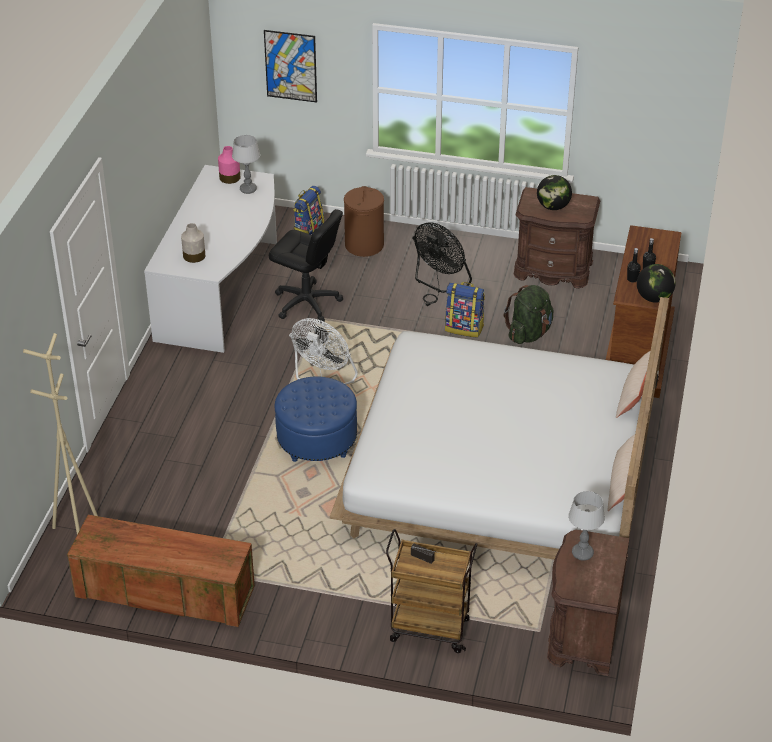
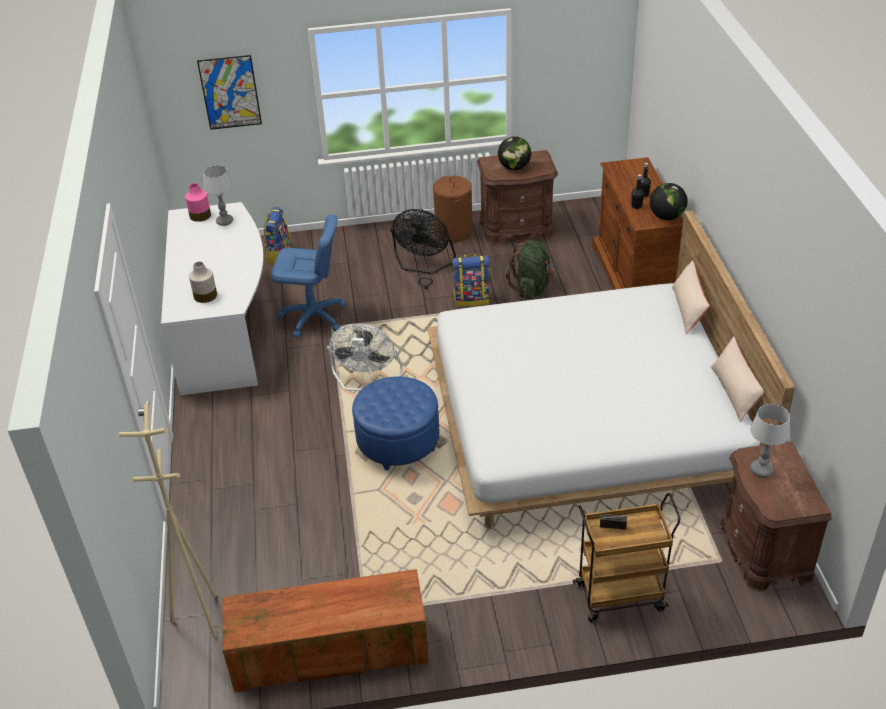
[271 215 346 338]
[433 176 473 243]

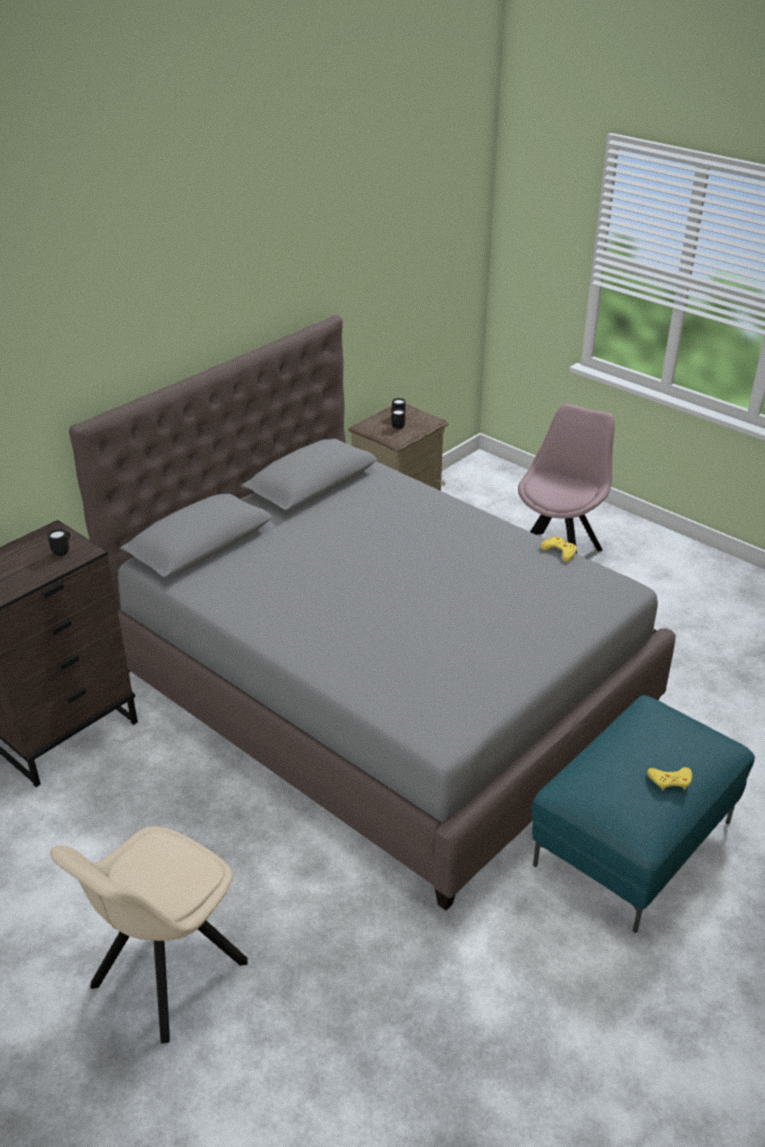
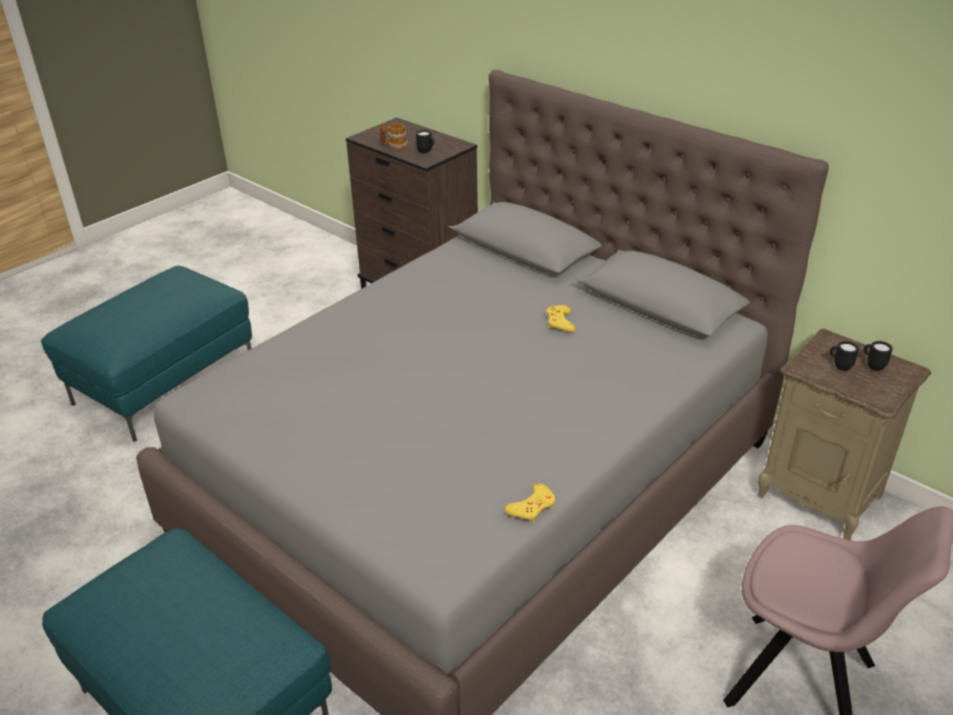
[41 265 252 442]
[379 123 408 150]
[547 305 575 332]

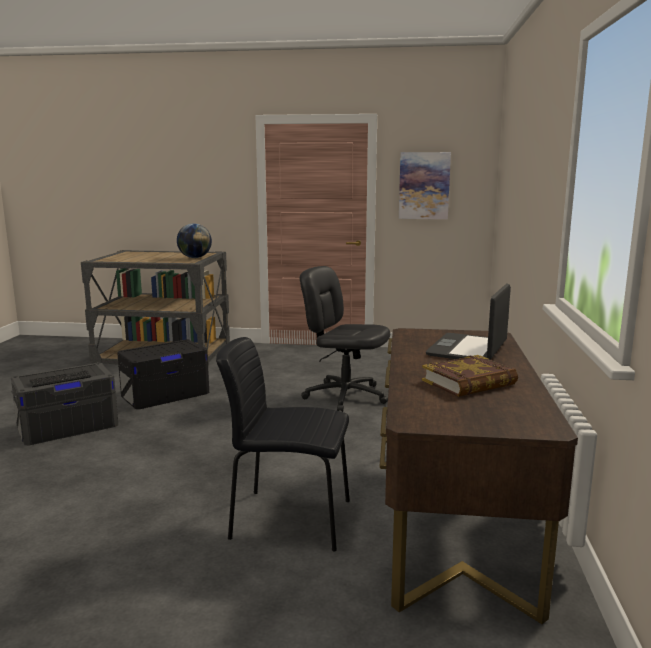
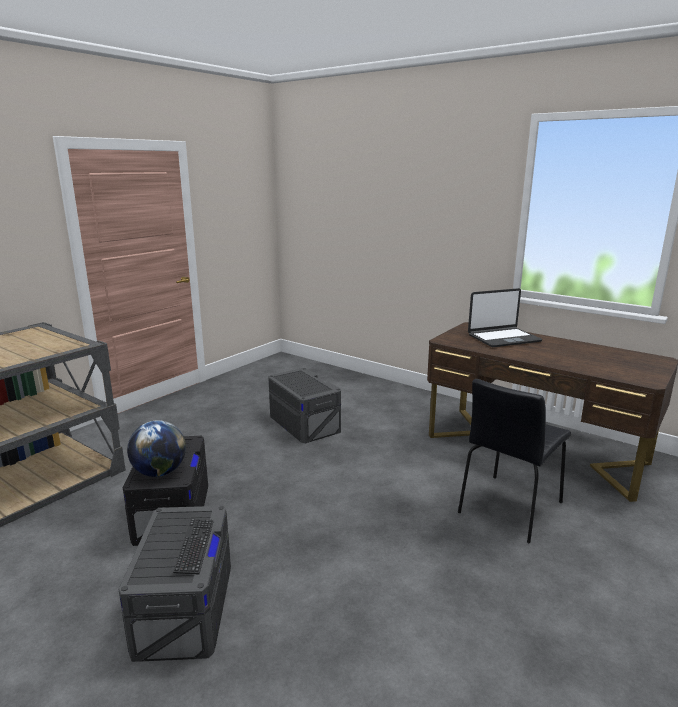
[127 420 186 477]
[268 368 341 443]
[468 288 543 347]
[399 152 451 219] (first image)
[422 355 518 397] (first image)

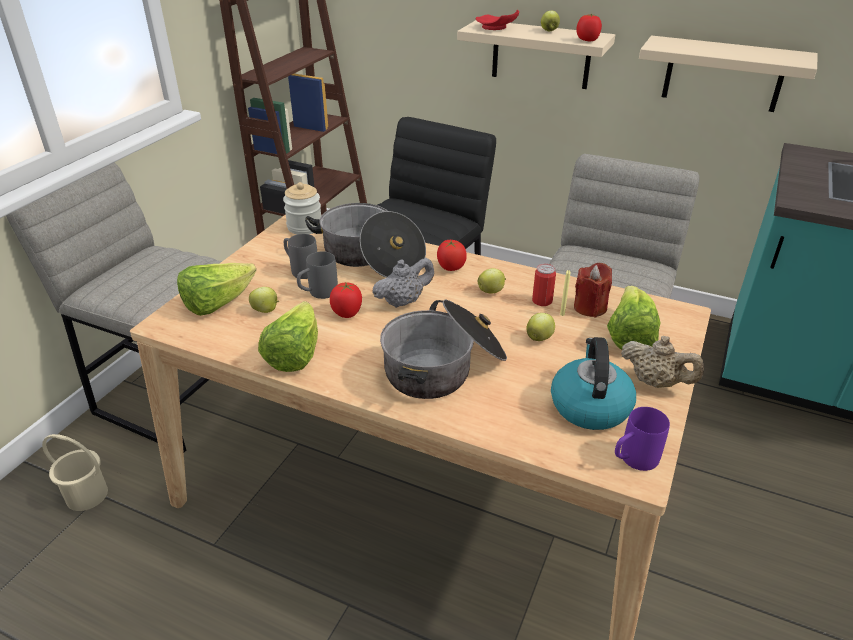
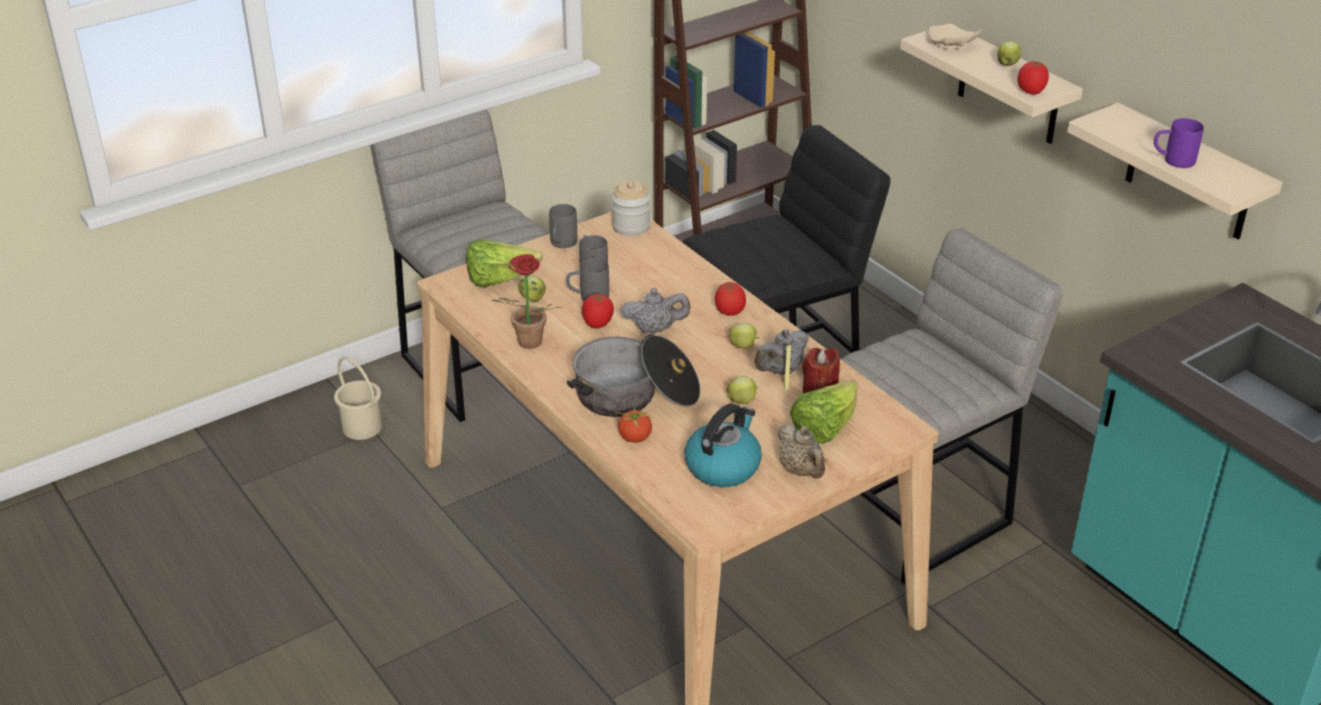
[491 254 561 349]
[549 204 577 248]
[617 406 652 443]
[754 329 809 375]
[928 24 982 49]
[1154 118 1204 168]
[305 203 426 278] (first image)

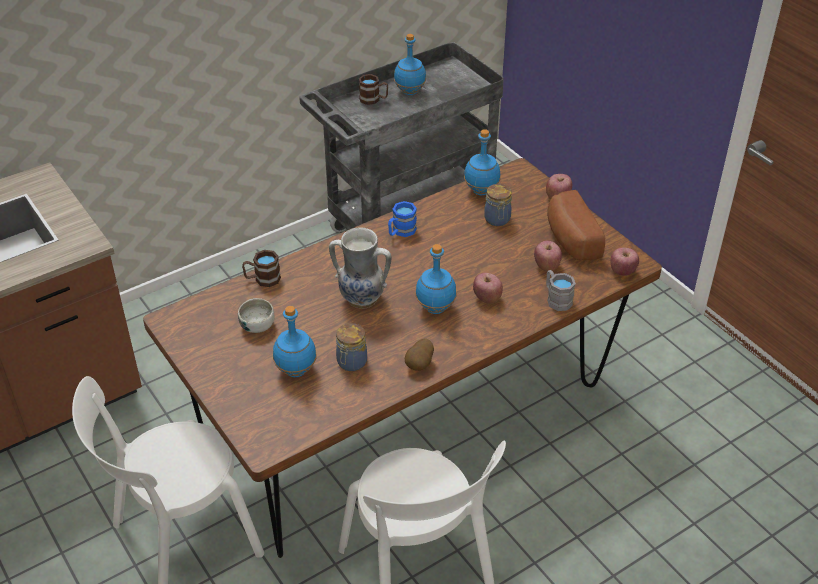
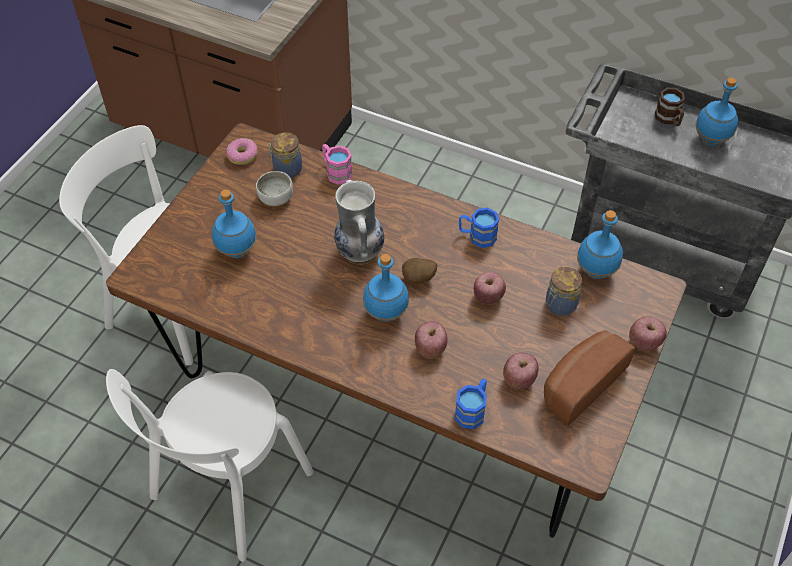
[226 138 258 165]
[267 132 302 178]
[322 144 353 185]
[402 258 437 284]
[455 379 487 429]
[474 272 506 304]

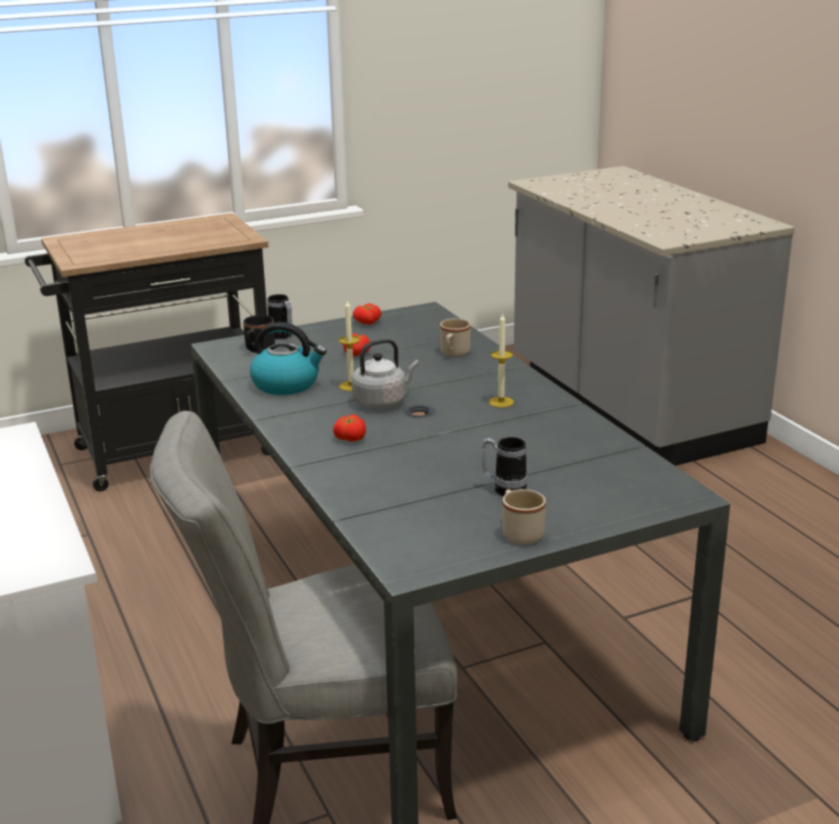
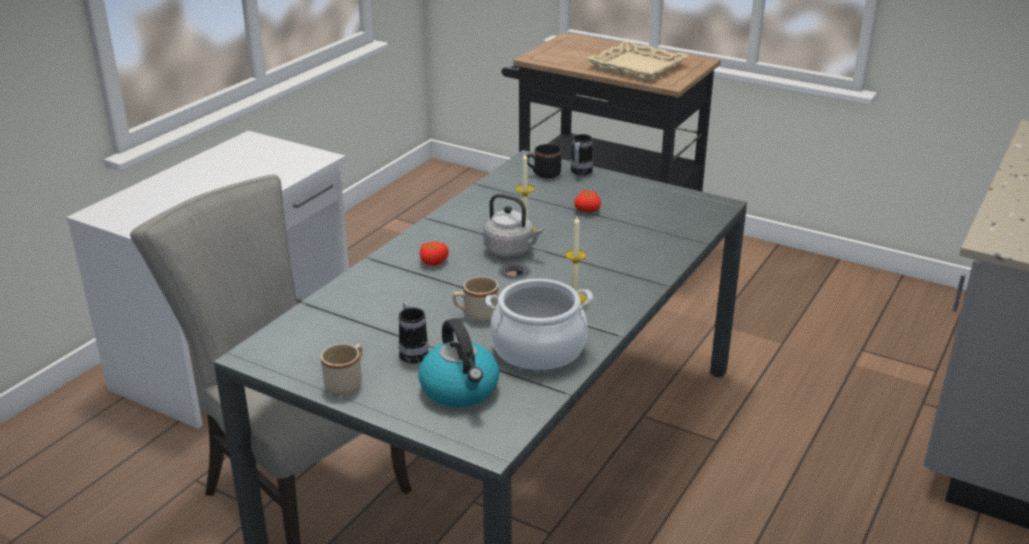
[418 318 499 407]
[453 276 498 321]
[485 279 593 372]
[587 41 688 80]
[353 303 381 325] (first image)

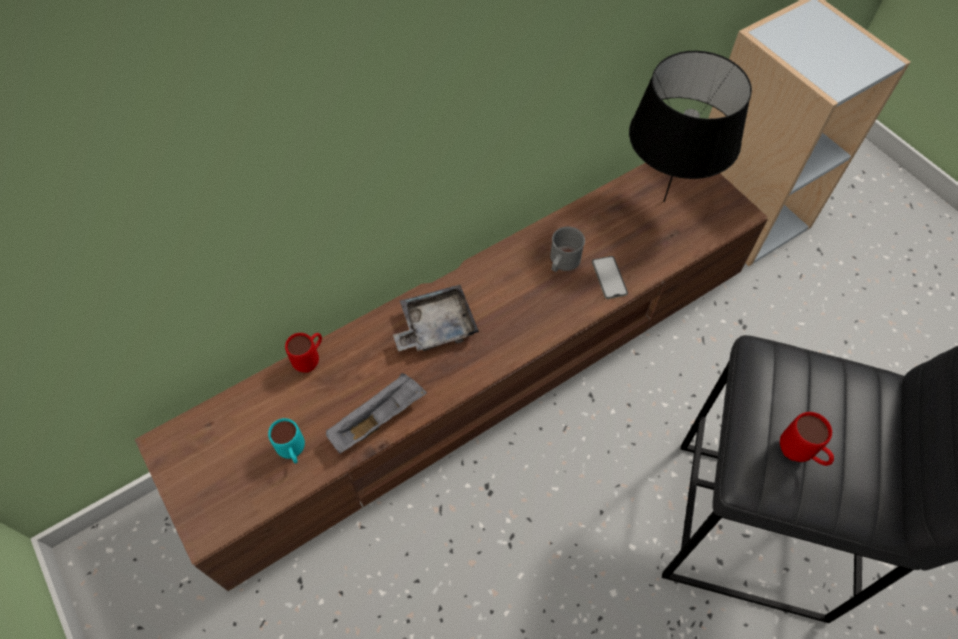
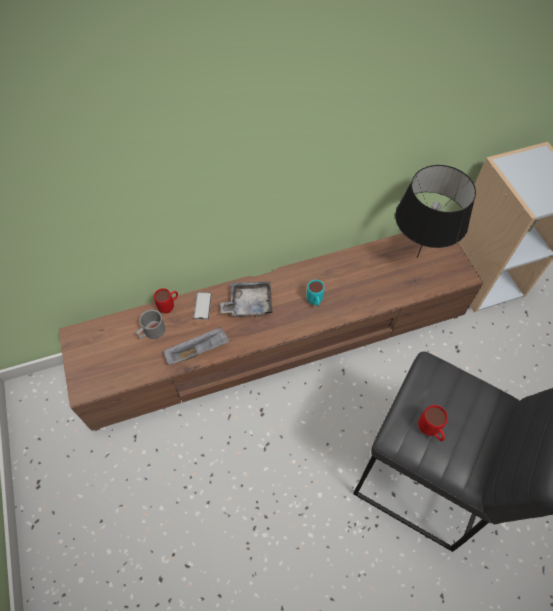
[136 310 165 339]
[193 292 212 320]
[307 280 324 306]

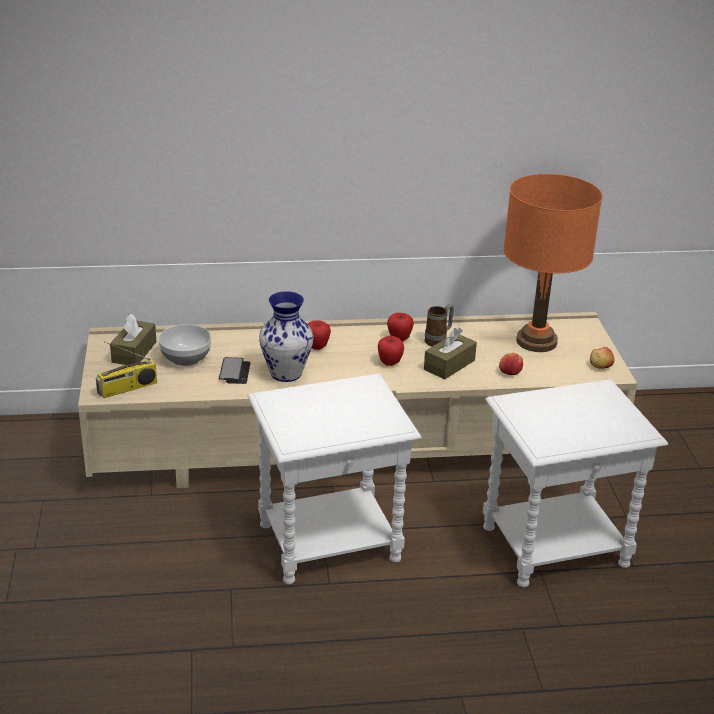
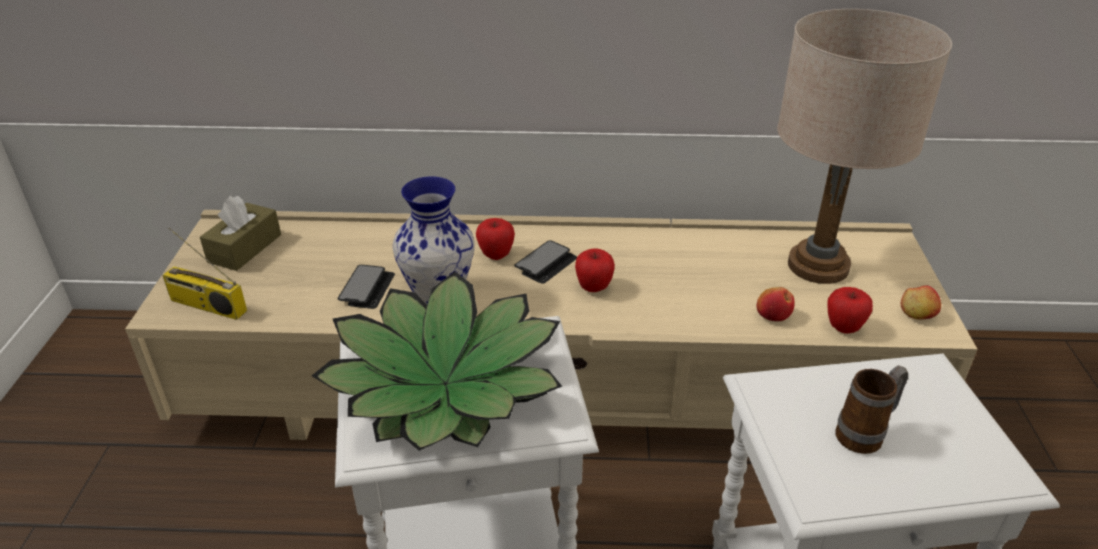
[162 228 247 320]
[312 271 563 451]
[514 241 577 284]
[777 9 952 284]
[827 287 873 333]
[835 365 908 454]
[158 324 211 366] (first image)
[424 328 477 379] (first image)

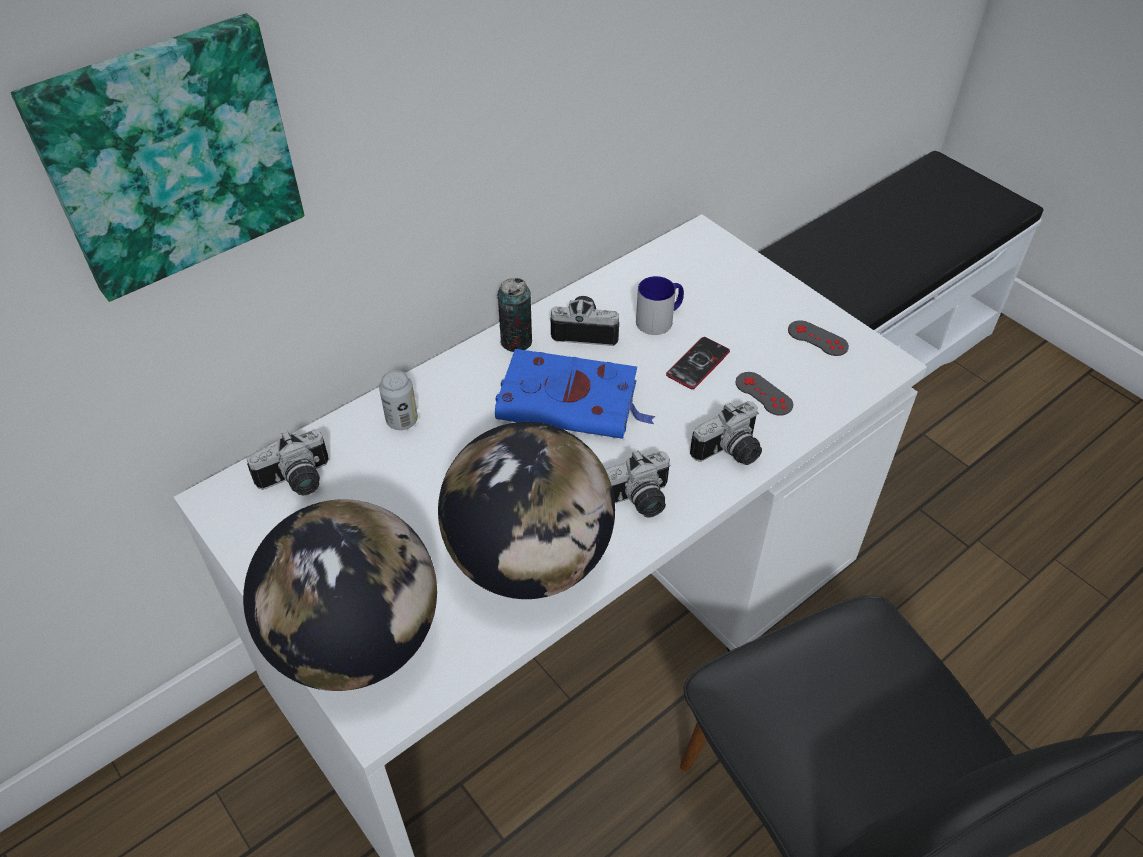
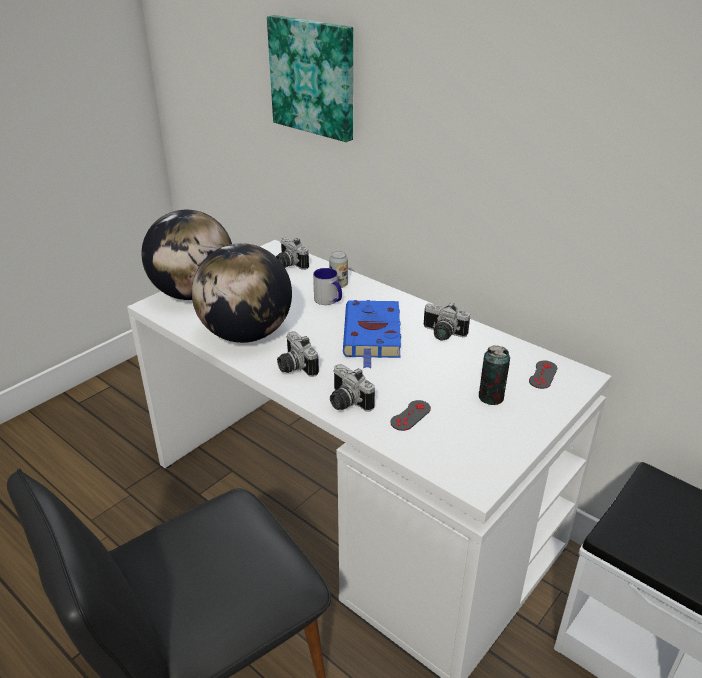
[313 268 342 305]
[424 302 470 341]
[479 346 510 405]
[529 361 557 389]
[666 337 730 389] (first image)

